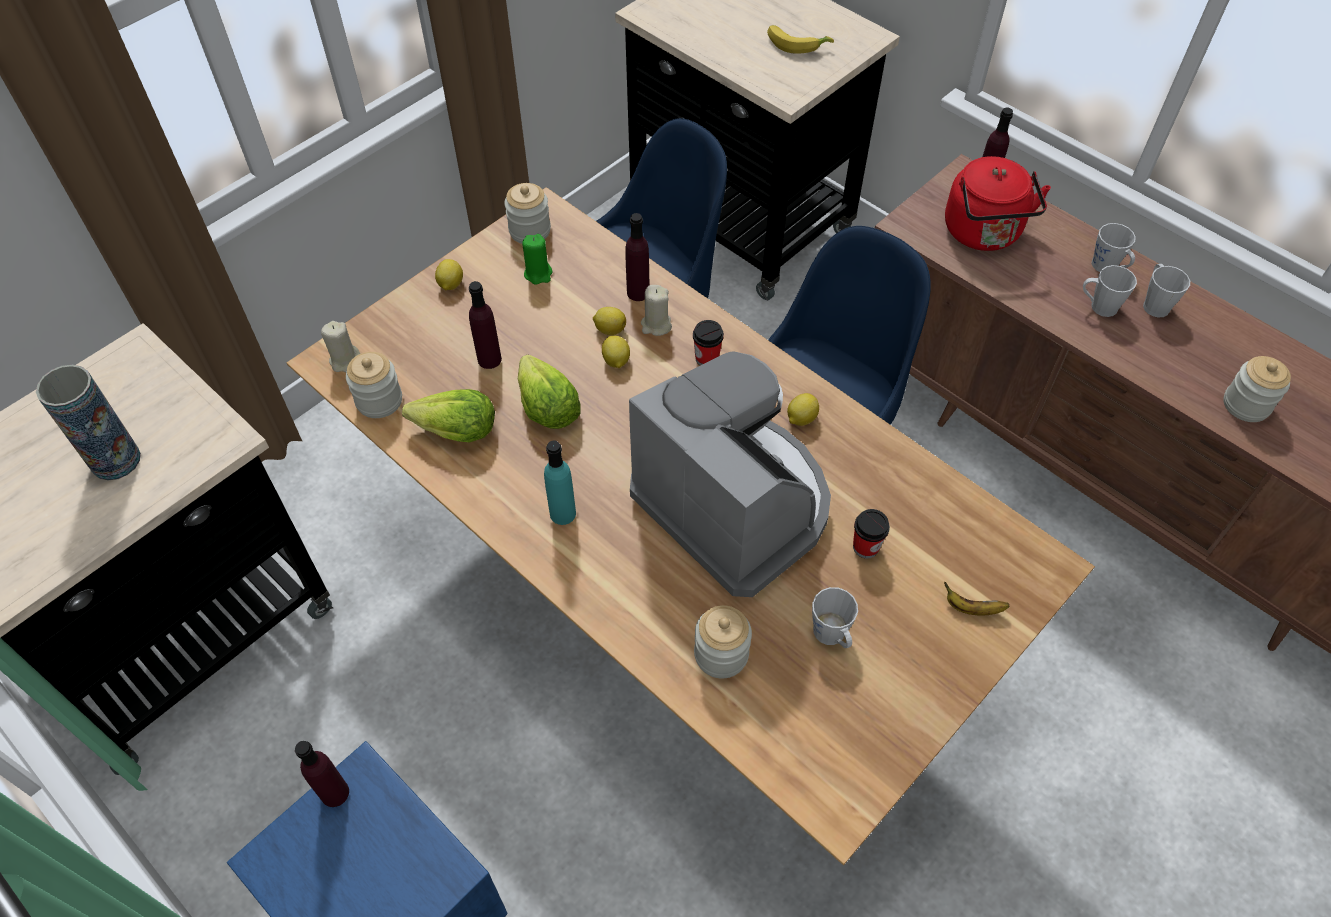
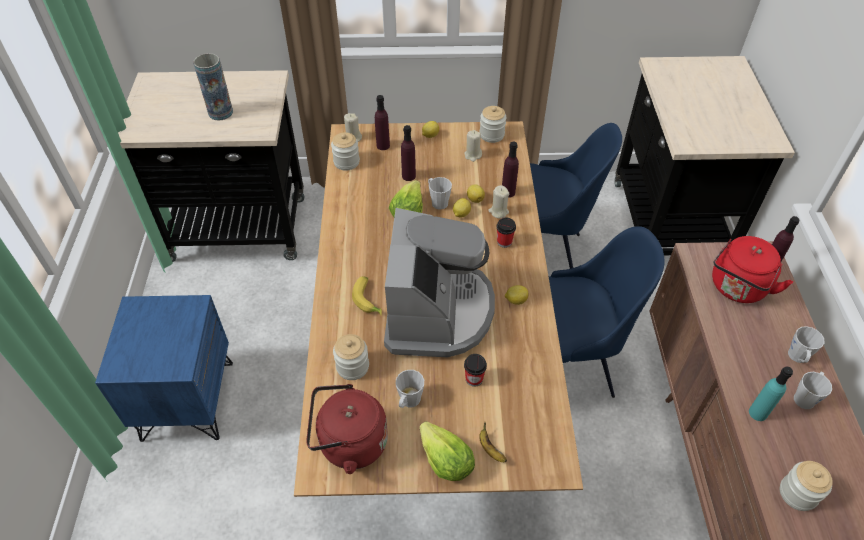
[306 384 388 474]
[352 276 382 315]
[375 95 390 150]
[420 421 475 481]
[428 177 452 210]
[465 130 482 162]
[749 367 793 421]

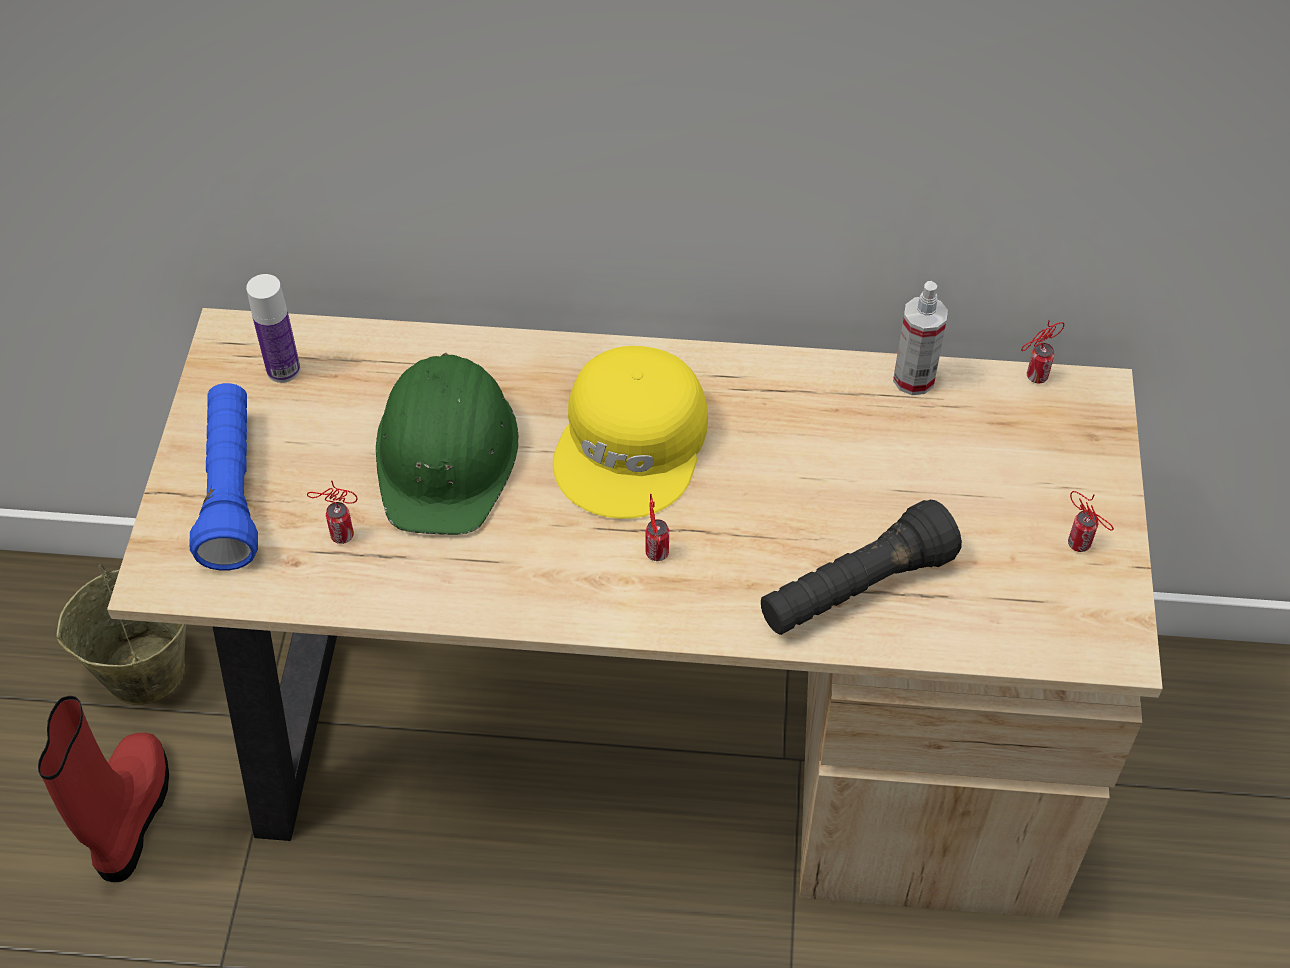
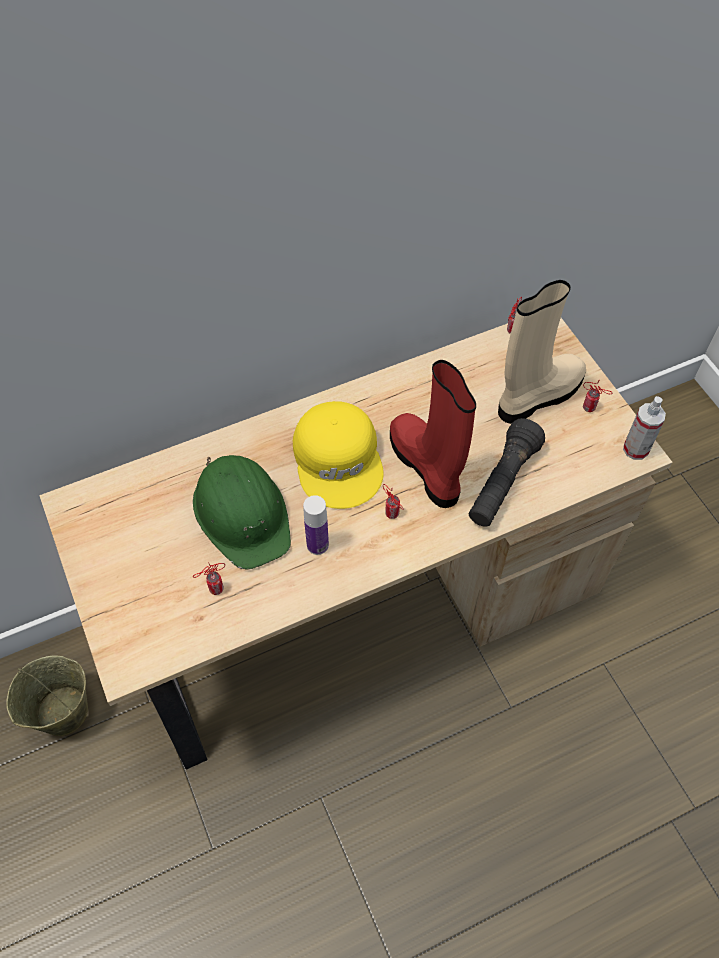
[303 495 329 555]
[390 360 476 508]
[498 280 586 424]
[623 396 666 460]
[189 383 258 571] (first image)

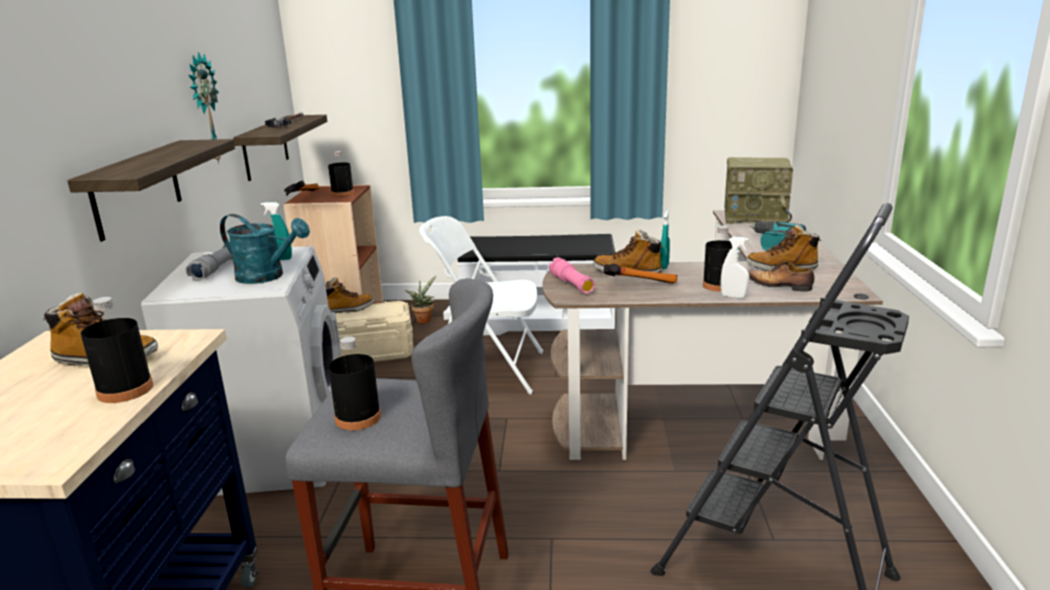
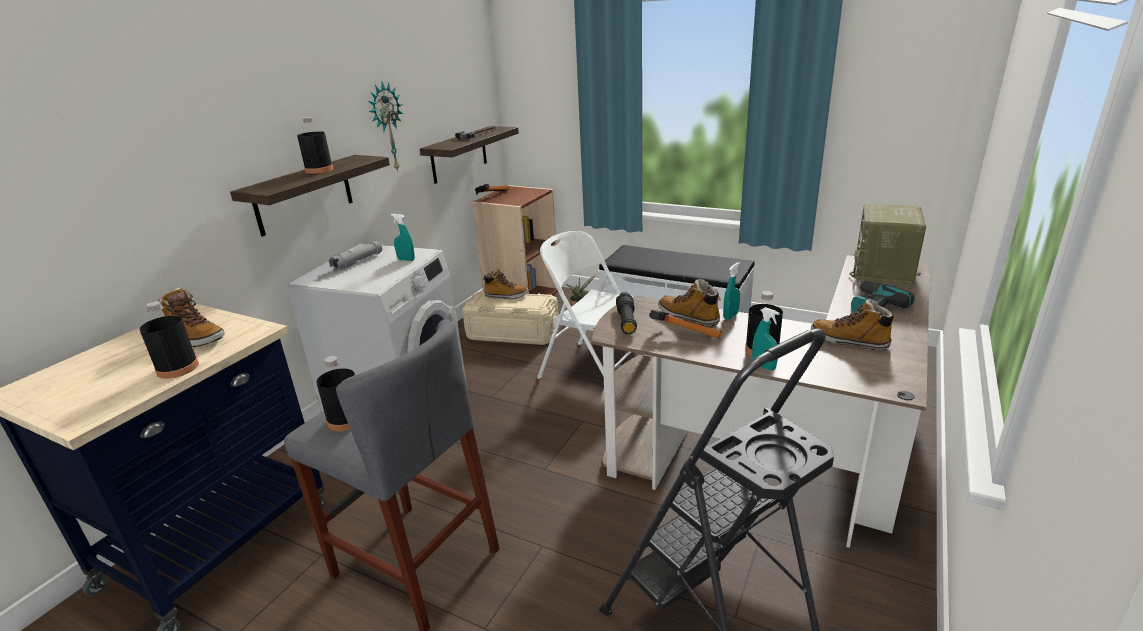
[297 117 333 174]
[616 292 637 334]
[752 307 780 371]
[850 204 926 286]
[220 214 310 284] (first image)
[747 261 815 292] (first image)

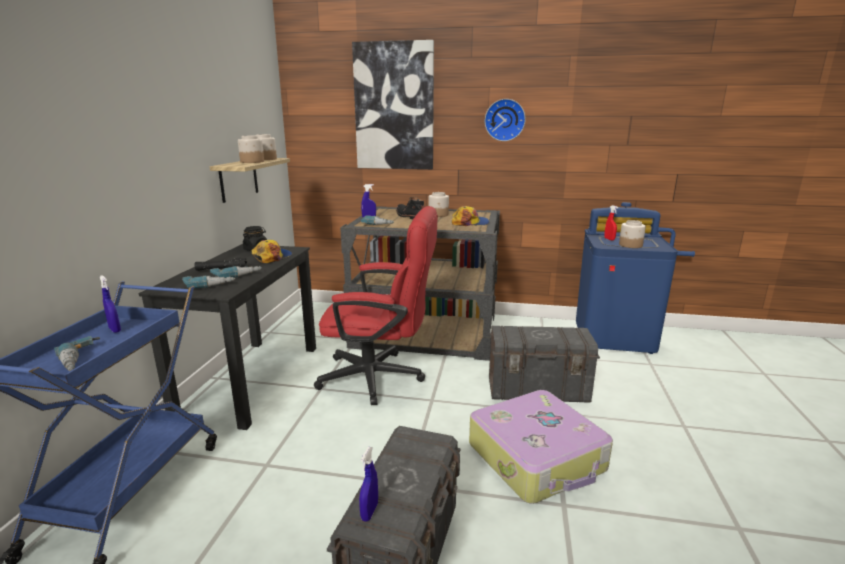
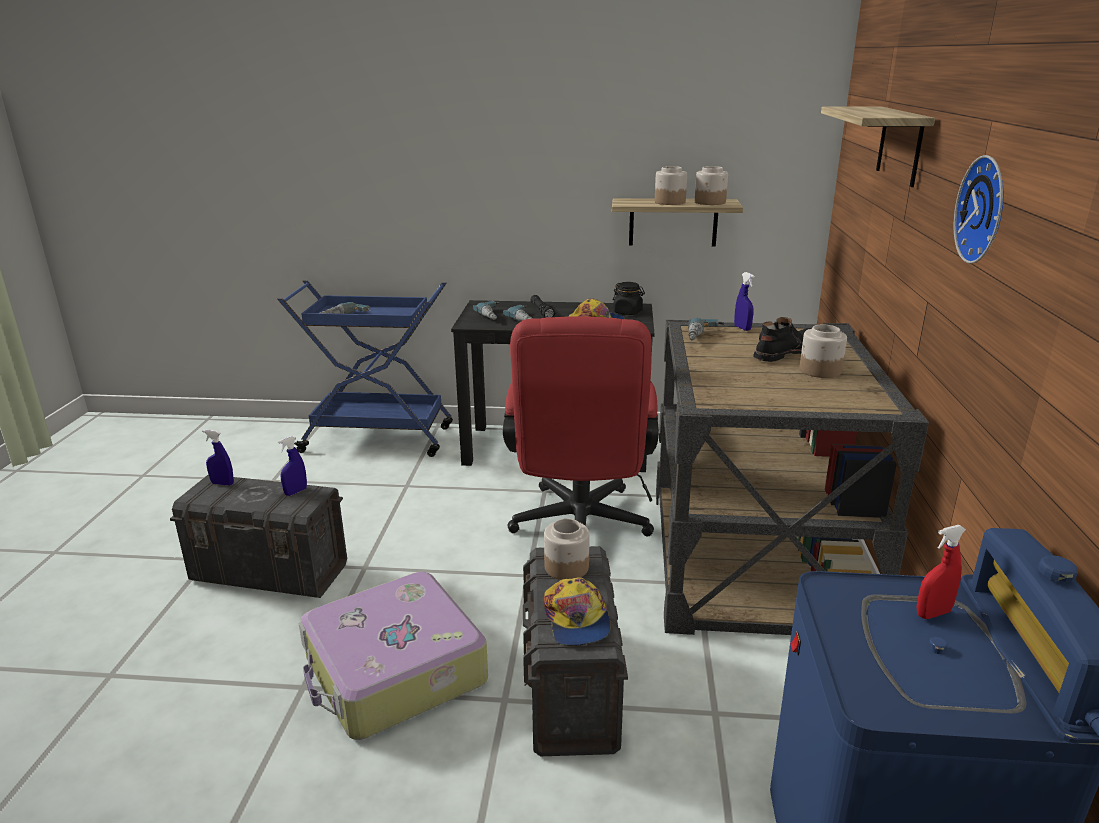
[278 436 307 496]
[544 518 590 580]
[544 578 610 646]
[821 106 935 187]

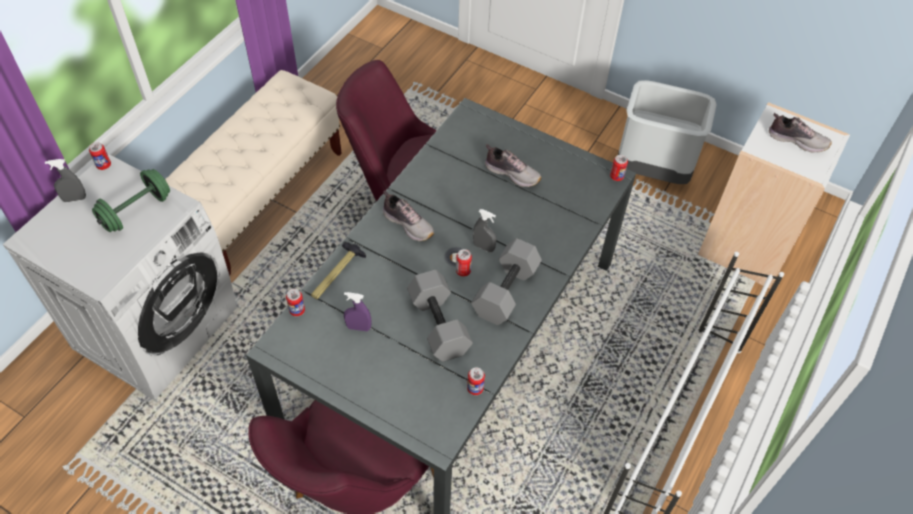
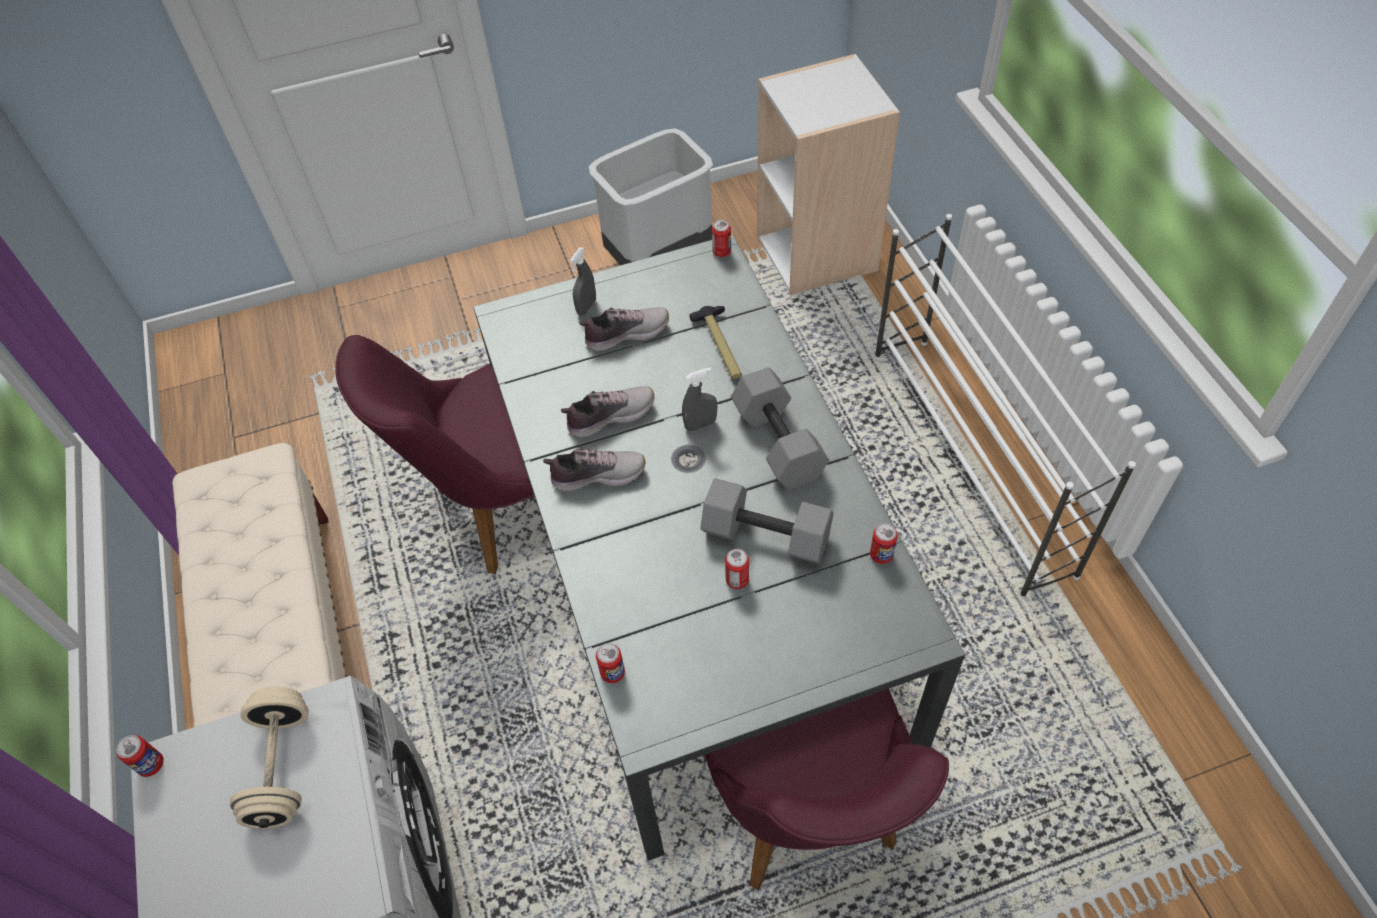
[230 687 309 829]
[561 386 654 438]
[570 247 596 316]
[689 306 742 379]
[725 549 749 589]
[344 292 372 331] (first image)

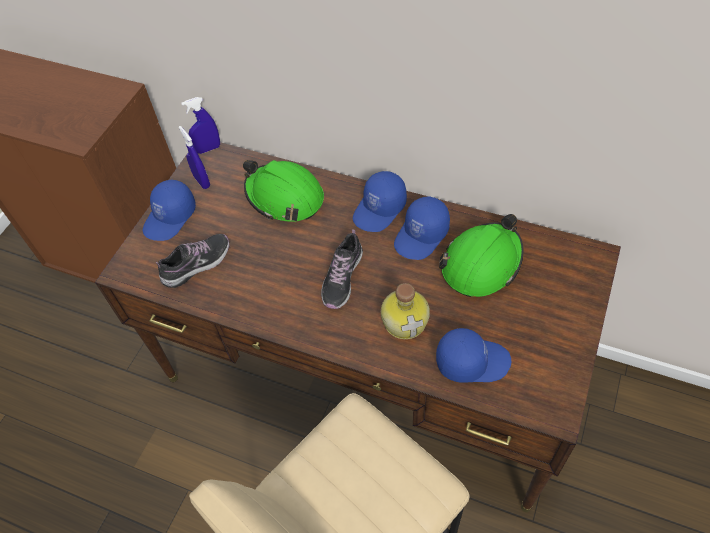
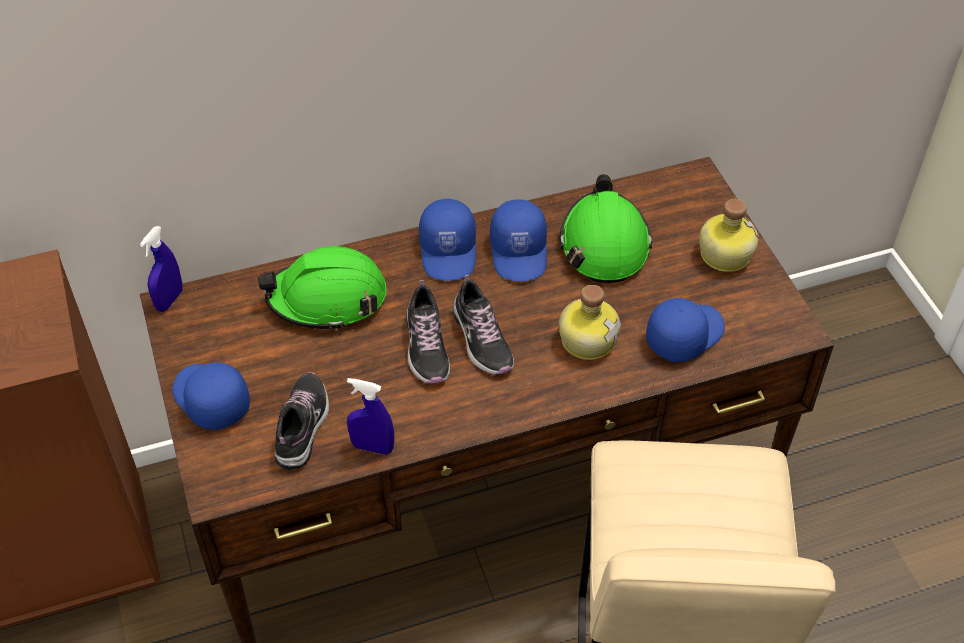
[173 362 250 430]
[347 378 394 455]
[406 280 450 384]
[699 199 759 272]

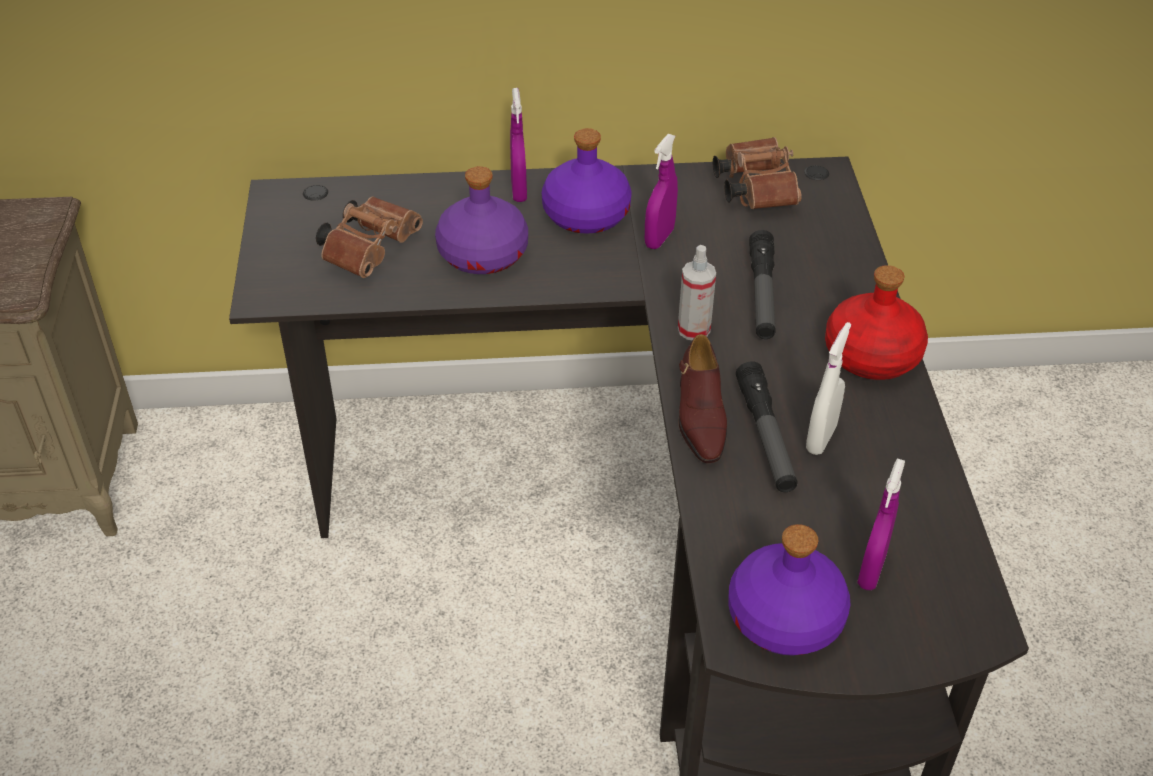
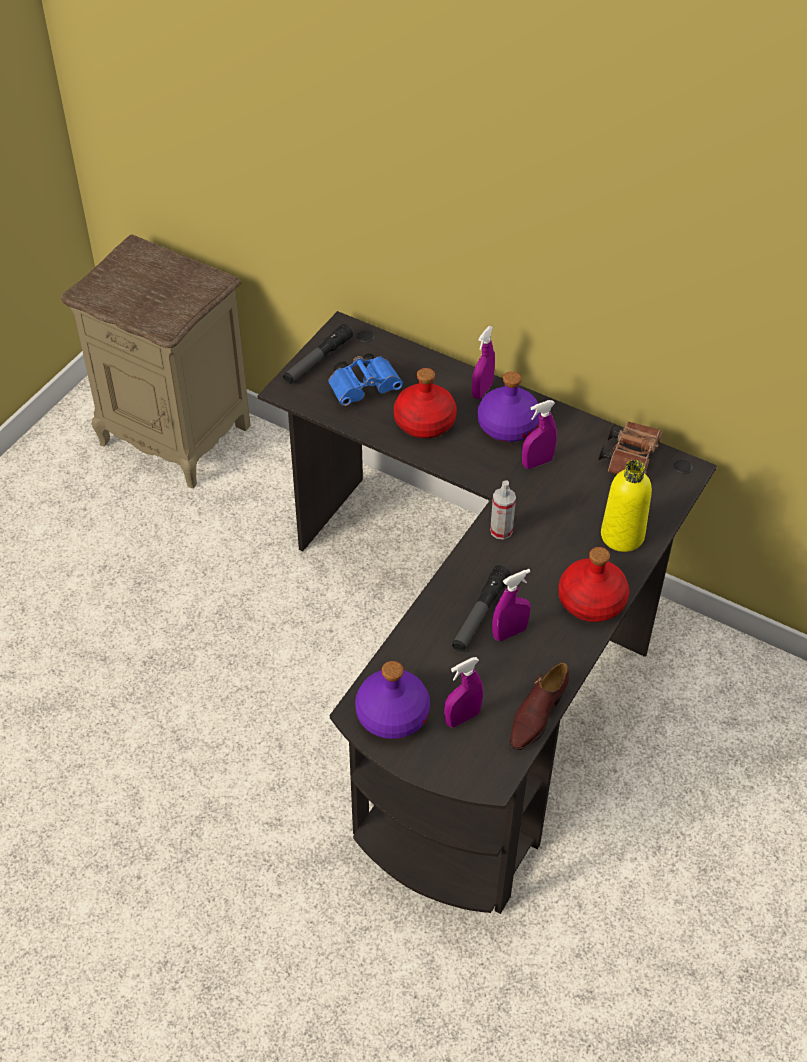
[283 324 353 384]
[328 353 403 406]
[394 368 457 438]
[492 569 531 641]
[510 663 569 750]
[601 460 652 552]

